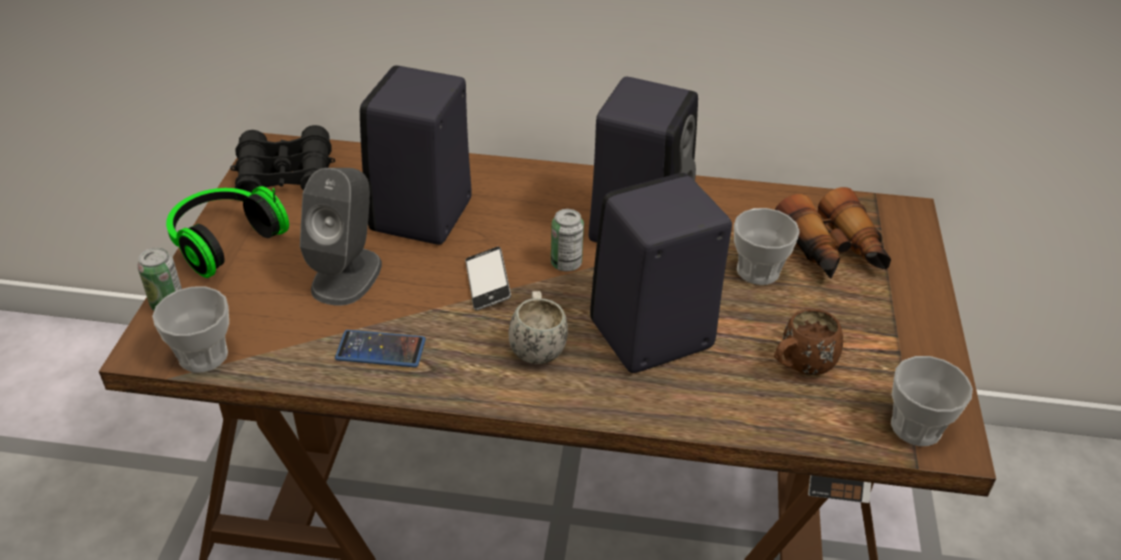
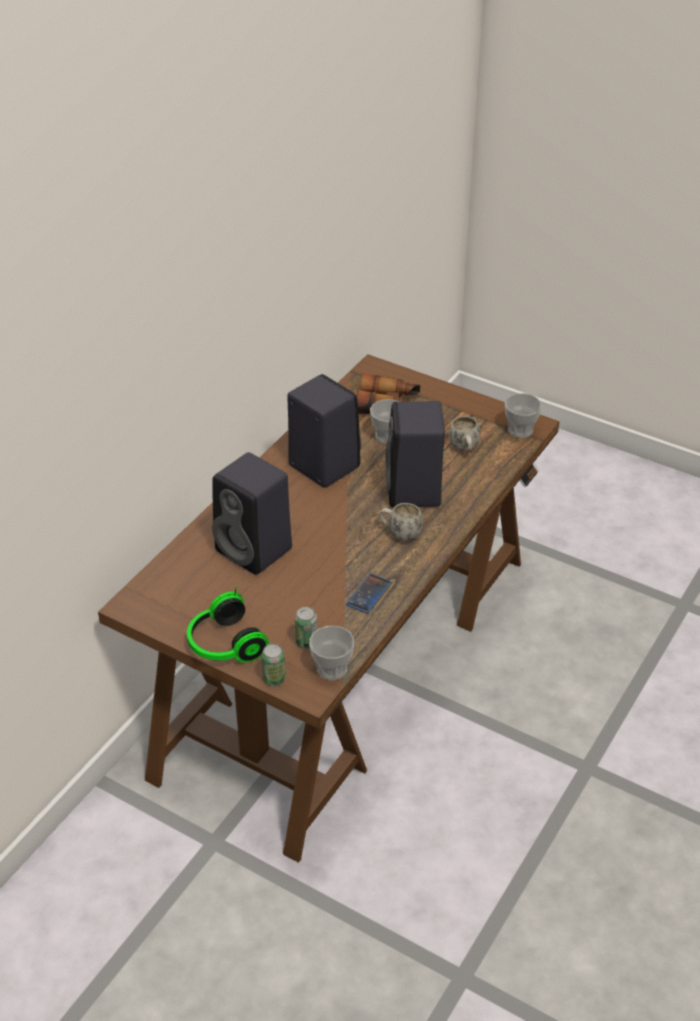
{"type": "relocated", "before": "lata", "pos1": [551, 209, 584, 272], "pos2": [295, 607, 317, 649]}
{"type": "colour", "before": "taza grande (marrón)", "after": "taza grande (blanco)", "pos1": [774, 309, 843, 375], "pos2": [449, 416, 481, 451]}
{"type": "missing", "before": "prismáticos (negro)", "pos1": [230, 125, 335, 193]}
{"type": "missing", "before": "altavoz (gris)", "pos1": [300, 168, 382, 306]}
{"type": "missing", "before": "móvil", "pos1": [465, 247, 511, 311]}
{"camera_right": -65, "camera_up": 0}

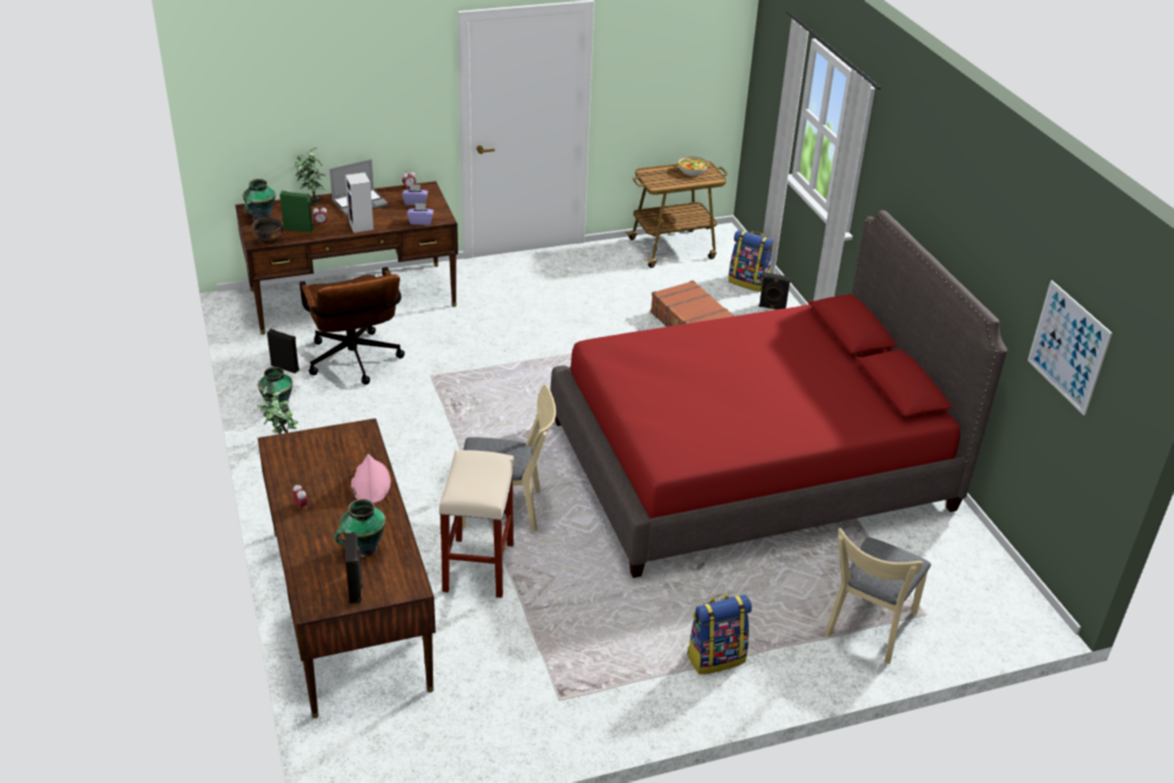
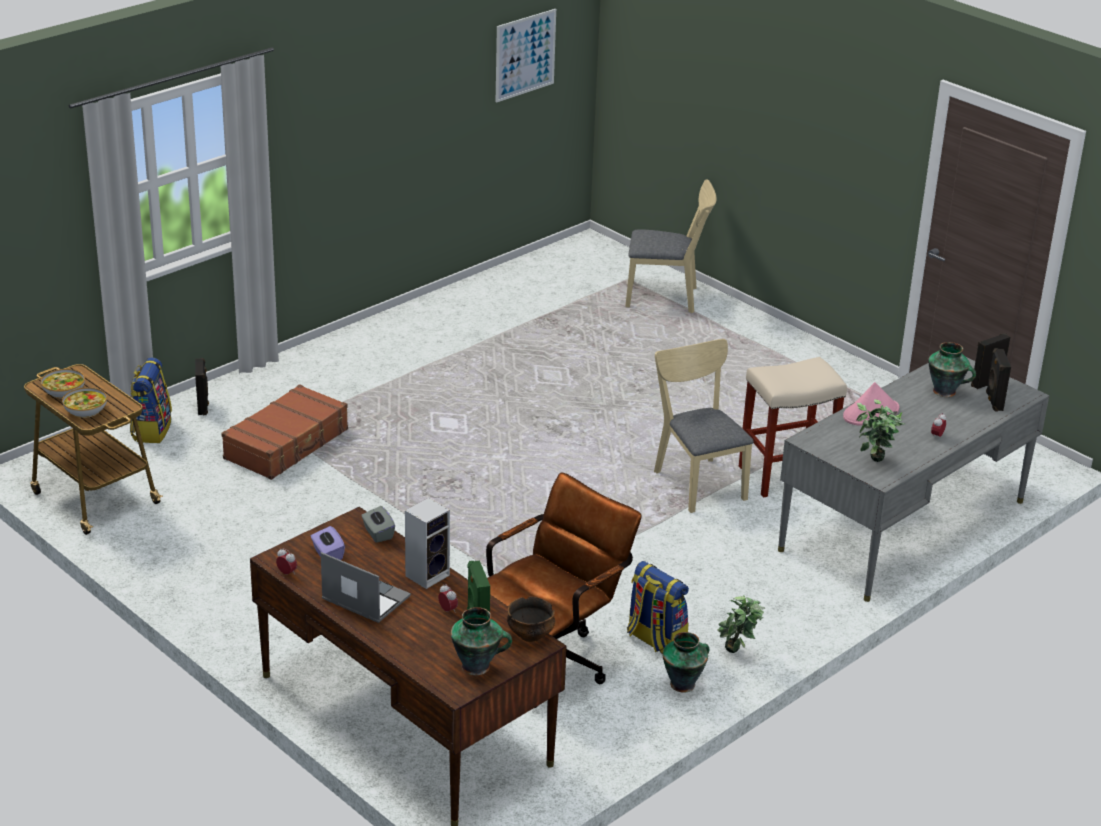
{"type": "appeared", "after": "cuenco", "pos2": [62, 387, 107, 418]}
{"type": "colour", "before": "caja de pañuelos (morado)", "after": "caja de pañuelos (gris)", "pos1": [407, 203, 434, 225], "pos2": [361, 506, 395, 543]}
{"type": "relocated", "before": "mochila", "pos1": [687, 594, 752, 675], "pos2": [627, 561, 689, 654]}
{"type": "colour", "before": "escritorio (marrón)", "after": "escritorio (gris)", "pos1": [258, 418, 436, 718], "pos2": [778, 357, 1049, 602]}
{"type": "relocated", "before": "planta en maceta", "pos1": [293, 147, 326, 204], "pos2": [856, 399, 904, 462]}
{"type": "relocated", "before": "altavoz (negro)", "pos1": [267, 329, 299, 373], "pos2": [986, 348, 1011, 411]}
{"type": "missing", "before": "cama (rojo)", "pos1": [551, 210, 1007, 578]}
{"camera_right": -115, "camera_up": -5}

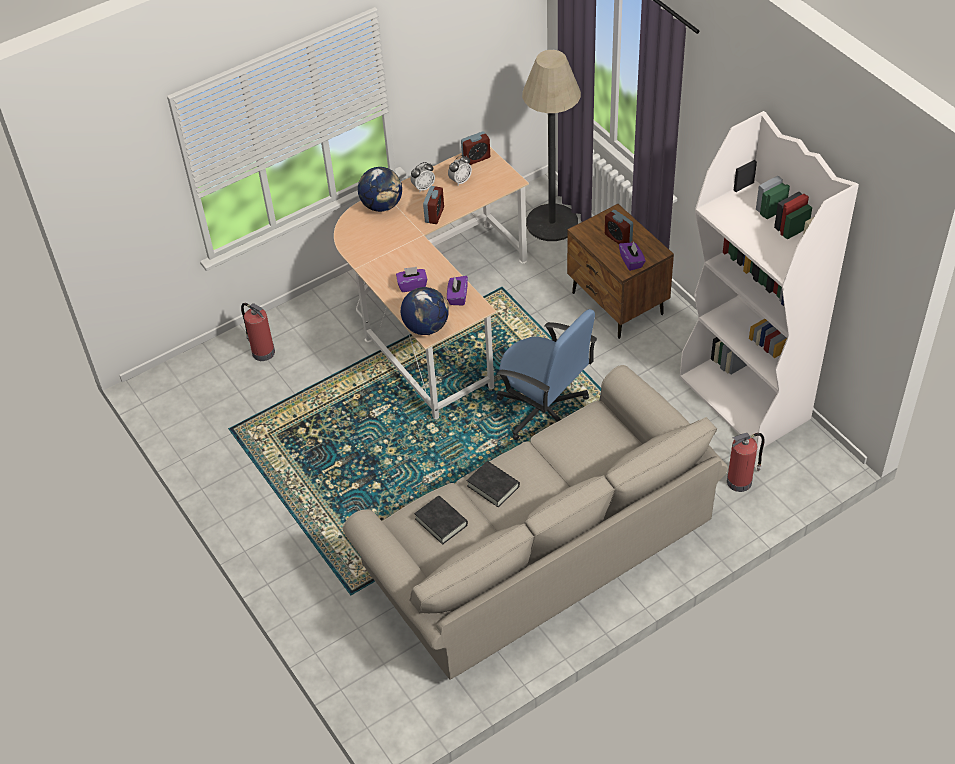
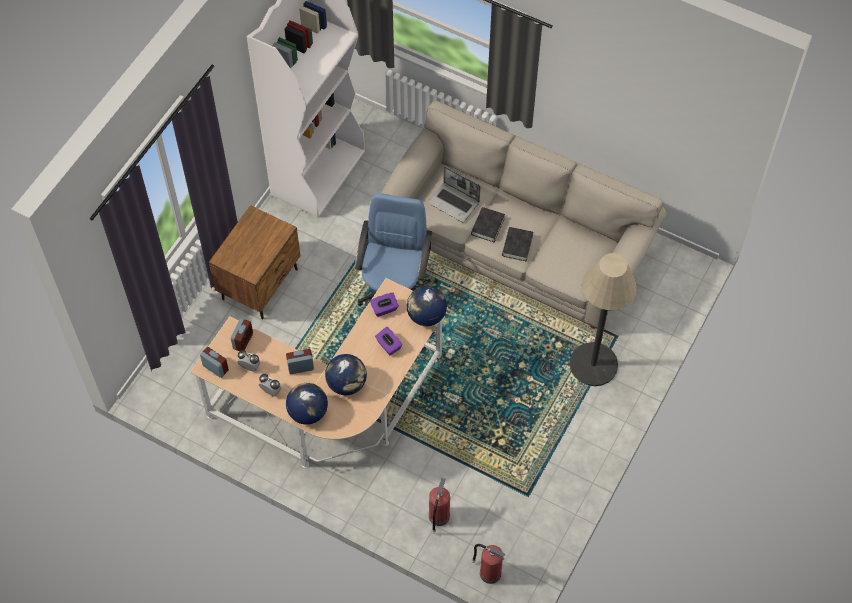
{"type": "relocated", "before": "despertador", "pos1": [605, 210, 633, 244], "pos2": [231, 318, 253, 351]}
{"type": "appeared", "after": "globo terráqueo", "pos2": [325, 354, 367, 395]}
{"type": "appeared", "after": "portátil", "pos2": [428, 166, 480, 222]}
{"type": "relocated", "before": "libro (negro)", "pos1": [414, 496, 468, 545], "pos2": [471, 207, 505, 242]}
{"type": "relocated", "before": "extintor", "pos1": [727, 432, 765, 492], "pos2": [472, 544, 506, 584]}
{"type": "relocated", "before": "lámpara de pie", "pos1": [522, 50, 581, 241], "pos2": [569, 253, 637, 386]}
{"type": "missing", "before": "caja de pañuelos (morado)", "pos1": [619, 242, 646, 271]}
{"camera_right": -120, "camera_up": 10}

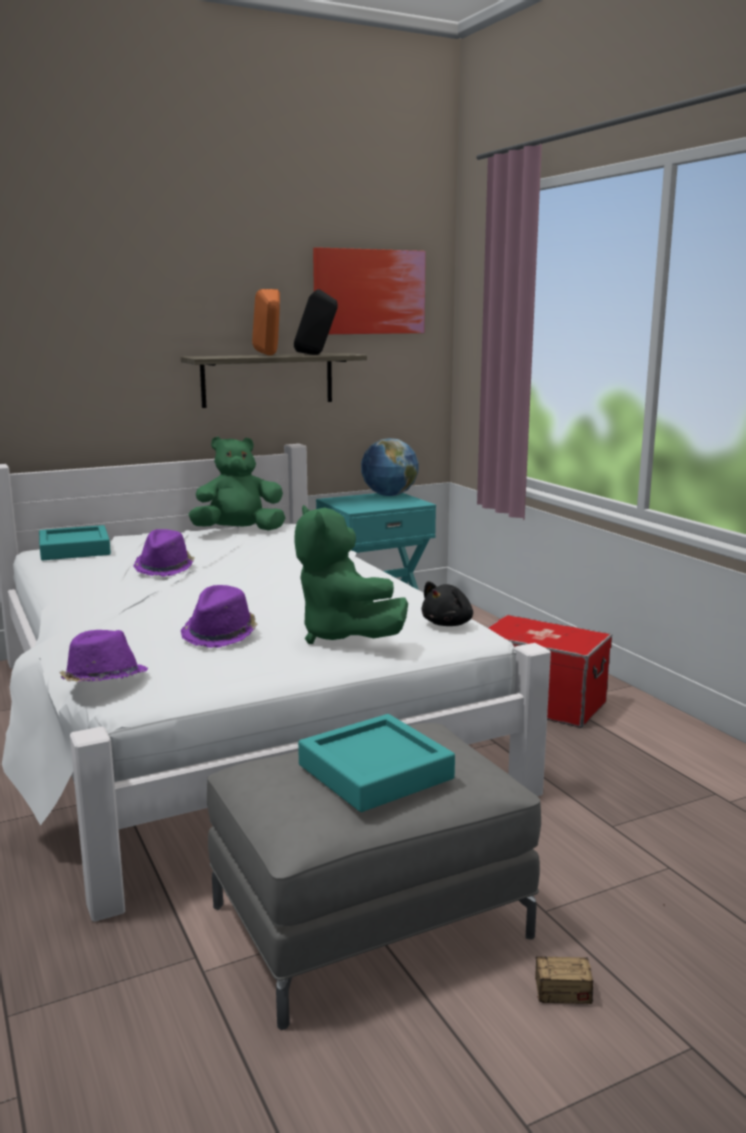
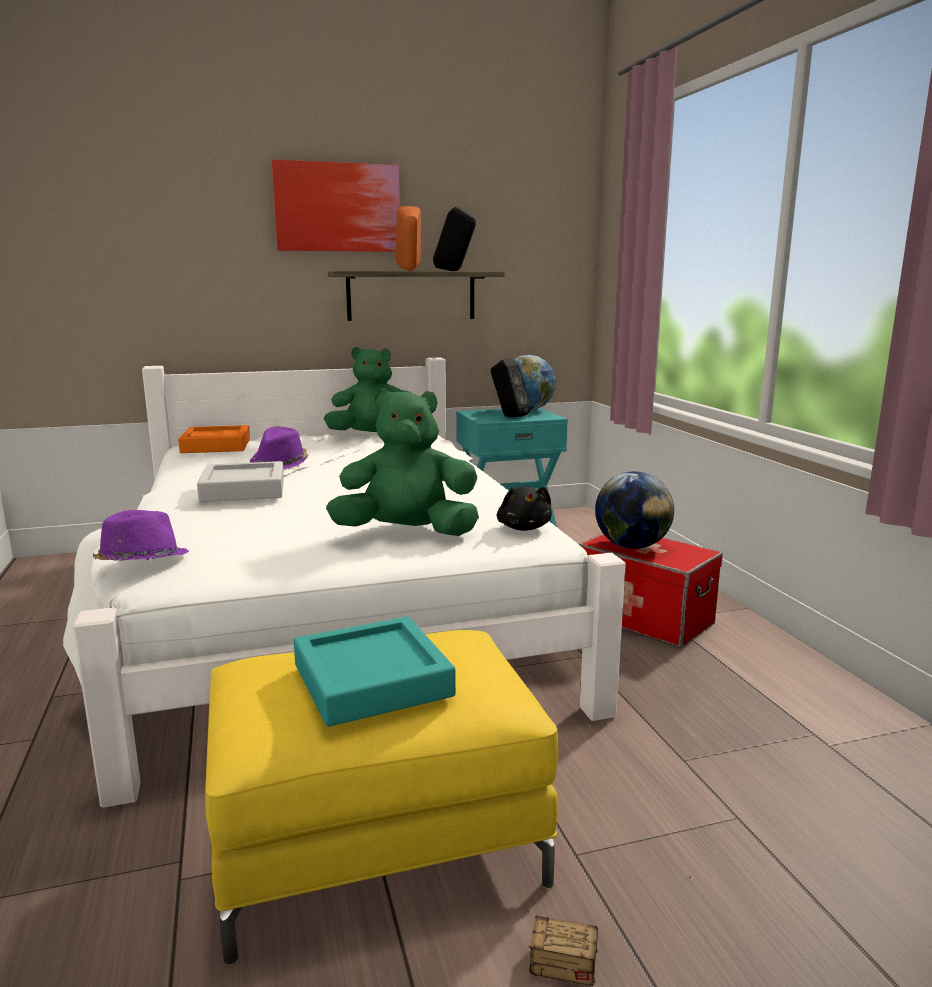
{"type": "colour", "before": "bandeja (turquesa)", "after": "bandeja (naranja)", "pos1": [39, 525, 111, 560], "pos2": [178, 425, 250, 453]}
{"type": "appeared", "after": "bandeja (gris)", "pos2": [197, 461, 284, 502]}
{"type": "colour", "before": "puf (gris)", "after": "puf (amarillo)", "pos1": [207, 723, 541, 1030], "pos2": [205, 630, 559, 965]}
{"type": "relocated", "before": "cuadro", "pos1": [313, 247, 426, 334], "pos2": [271, 159, 400, 252]}
{"type": "spun", "before": "peluche (verde)", "pos1": [294, 505, 408, 644], "pos2": [326, 388, 479, 536], "turn": 105}
{"type": "appeared", "after": "altavoz (negro)", "pos2": [491, 358, 531, 418]}
{"type": "spun", "before": "peluche (negro)", "pos1": [421, 581, 473, 626], "pos2": [497, 486, 552, 531], "turn": -60}
{"type": "appeared", "after": "globo terráqueo", "pos2": [595, 471, 674, 549]}
{"type": "missing", "before": "sombrero (morado)", "pos1": [181, 585, 258, 648]}
{"camera_right": 10, "camera_up": 0}

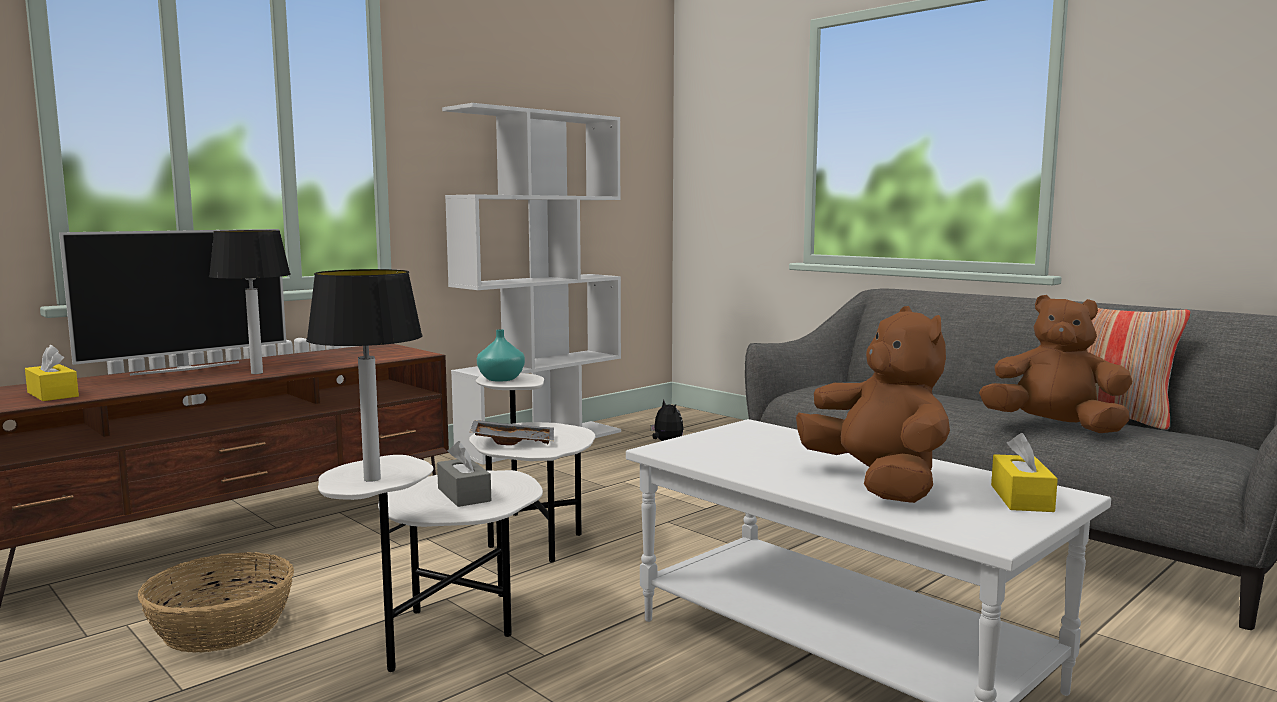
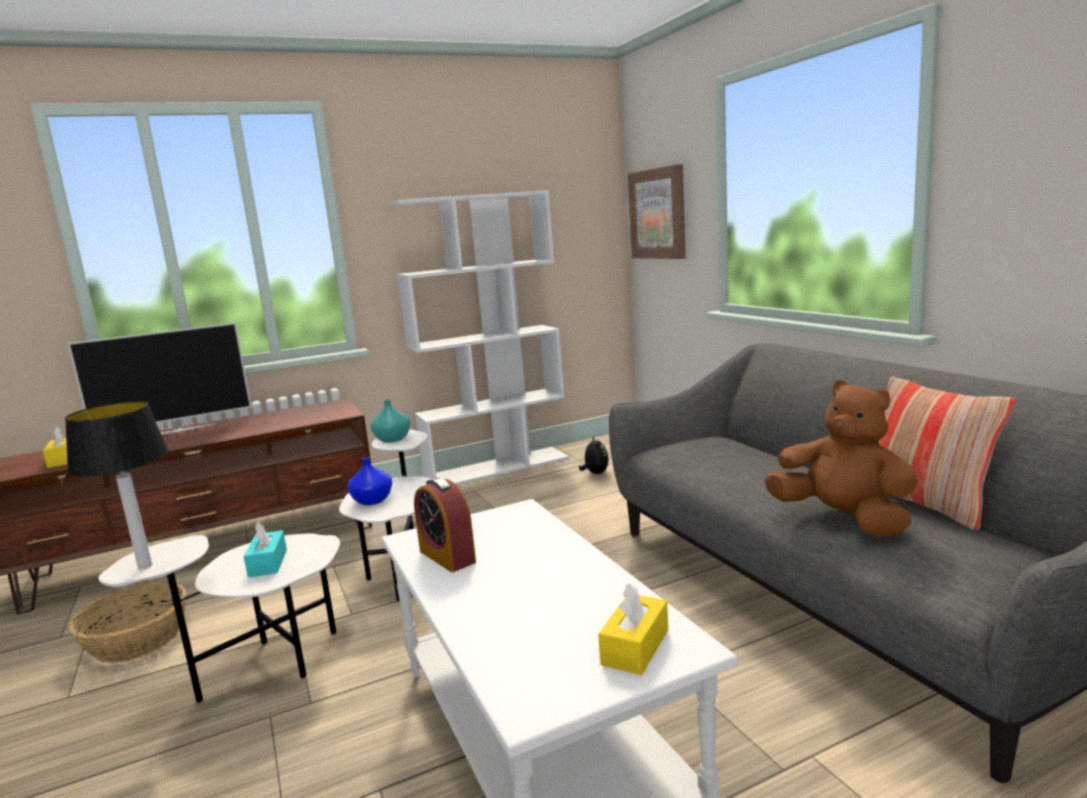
{"type": "colour", "before": "caja de pañuelos (gris)", "after": "caja de pañuelos (turquesa)", "pos1": [437, 441, 491, 507], "pos2": [244, 522, 287, 578]}
{"type": "exchanged", "before": "bandeja (gris)", "after": "florero (azul)", "pos1": [470, 420, 554, 445], "pos2": [347, 457, 392, 505]}
{"type": "appeared", "after": "despertador", "pos2": [414, 477, 476, 572]}
{"type": "appeared", "after": "cuadro", "pos2": [628, 164, 686, 259]}
{"type": "missing", "before": "lámpara de mesa", "pos1": [209, 230, 291, 374]}
{"type": "missing", "before": "peluche (marrón)", "pos1": [796, 306, 950, 503]}
{"camera_right": 20, "camera_up": 5}

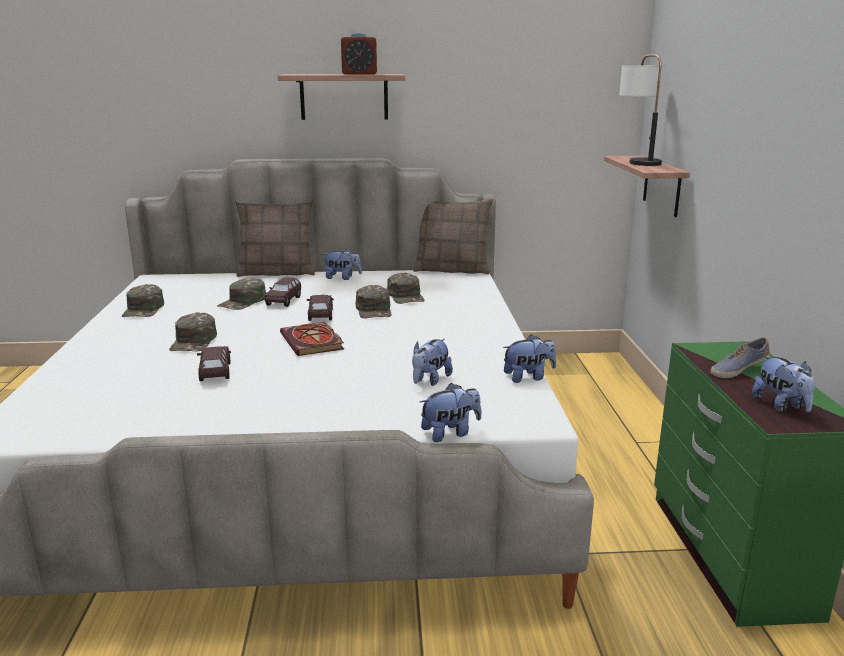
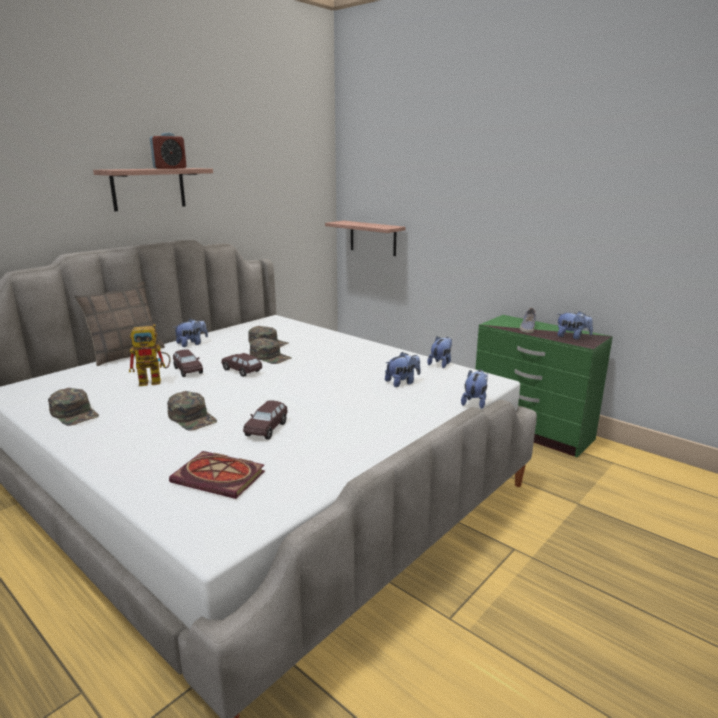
{"type": "exchanged", "before": "gorra (verde)", "after": "robot de juguete", "pos1": [217, 278, 266, 310], "pos2": [129, 324, 171, 386]}
{"type": "relocated", "before": "libro", "pos1": [280, 322, 344, 356], "pos2": [169, 451, 265, 499]}
{"type": "spun", "before": "coche de juguete (marrón)", "pos1": [197, 346, 231, 381], "pos2": [243, 401, 287, 440], "turn": -105}
{"type": "spun", "before": "peluche", "pos1": [412, 339, 453, 386], "pos2": [385, 352, 421, 387], "turn": -105}
{"type": "missing", "before": "cojín", "pos1": [413, 198, 493, 274]}
{"type": "missing", "before": "lámpara de mesa", "pos1": [619, 54, 662, 166]}
{"camera_right": -45, "camera_up": 0}

